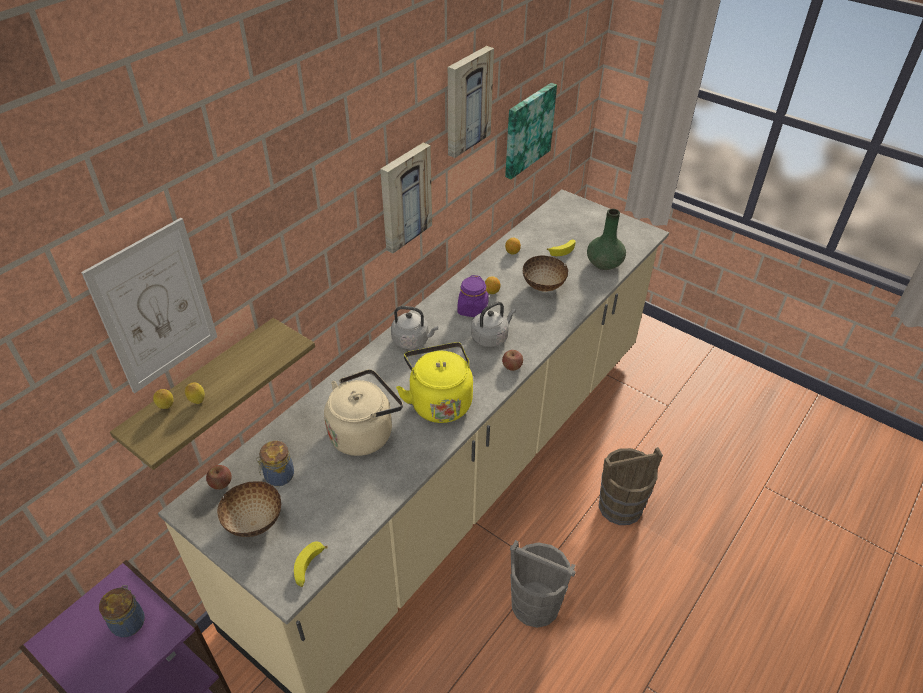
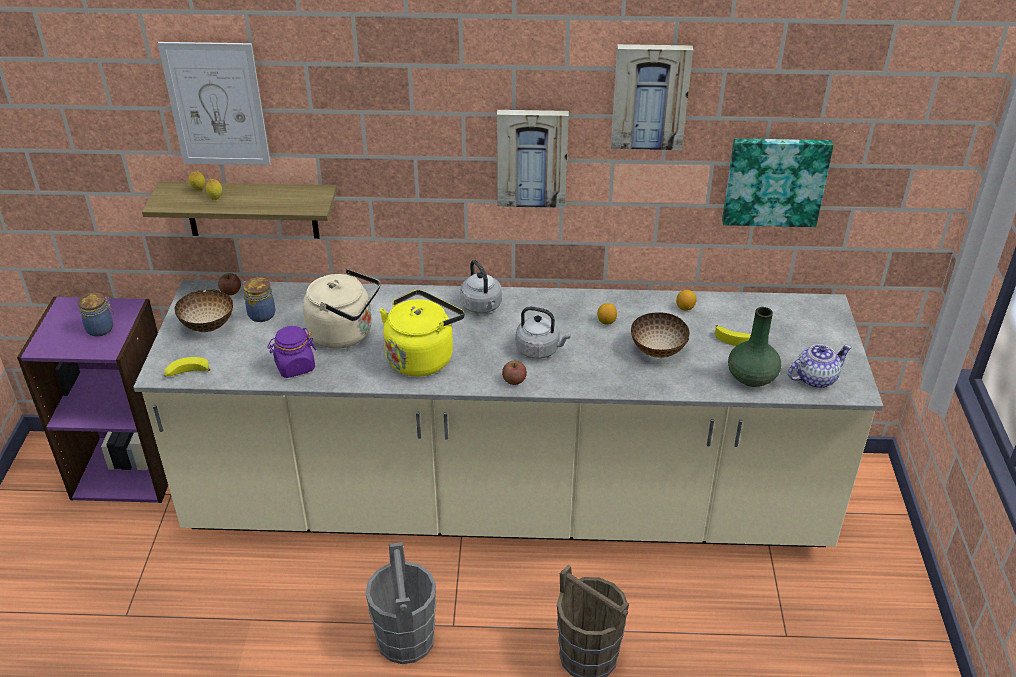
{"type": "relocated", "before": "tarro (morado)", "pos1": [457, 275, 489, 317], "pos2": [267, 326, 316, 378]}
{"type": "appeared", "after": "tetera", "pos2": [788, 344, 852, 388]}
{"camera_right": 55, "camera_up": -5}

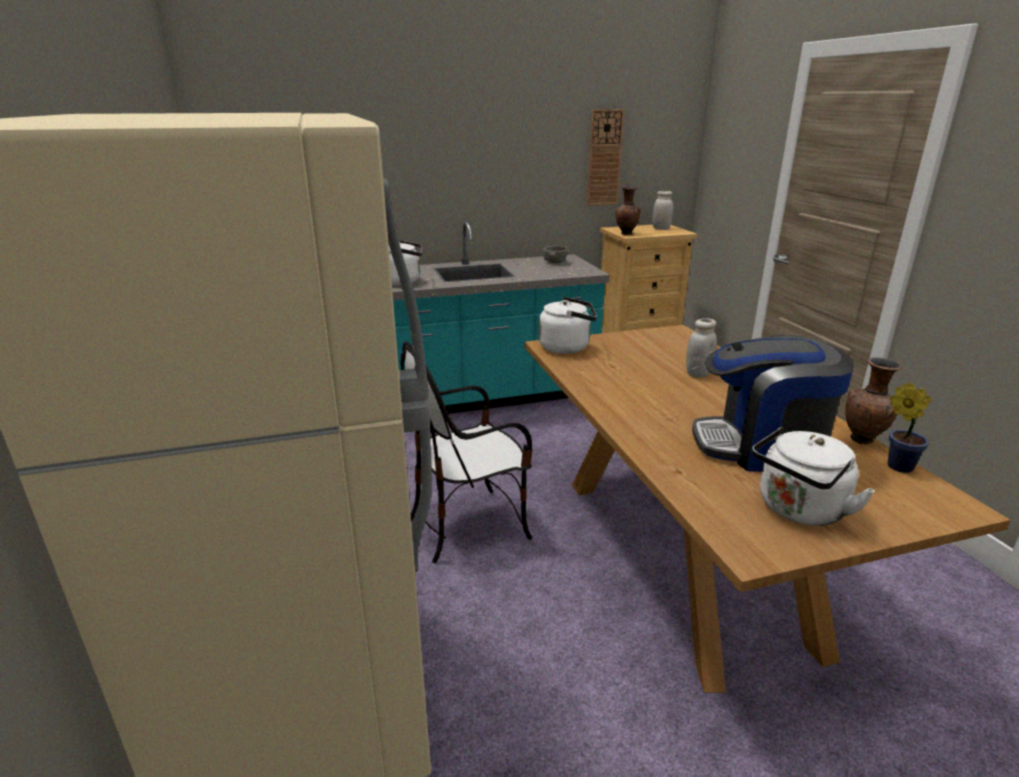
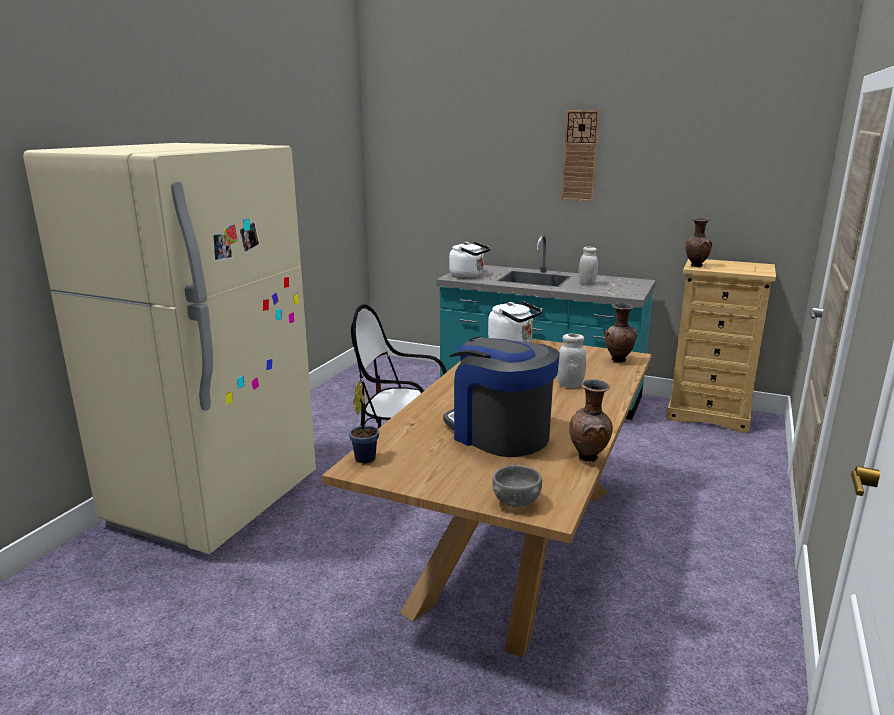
{"type": "relocated", "before": "planta en maceta", "pos1": [887, 382, 931, 473], "pos2": [349, 381, 379, 463]}
{"type": "relocated", "before": "cuenco (gris)", "pos1": [543, 246, 569, 263], "pos2": [492, 465, 542, 508]}
{"type": "relocated", "before": "reloj de pared", "pos1": [587, 109, 625, 206], "pos2": [561, 110, 600, 202]}
{"type": "relocated", "before": "tarro (blanco)", "pos1": [652, 191, 673, 230], "pos2": [579, 247, 598, 285]}
{"type": "appeared", "after": "florero (marrón)", "pos2": [604, 303, 637, 363]}
{"type": "missing", "before": "hervidor (blanco)", "pos1": [752, 427, 875, 526]}
{"camera_right": 40, "camera_up": -5}

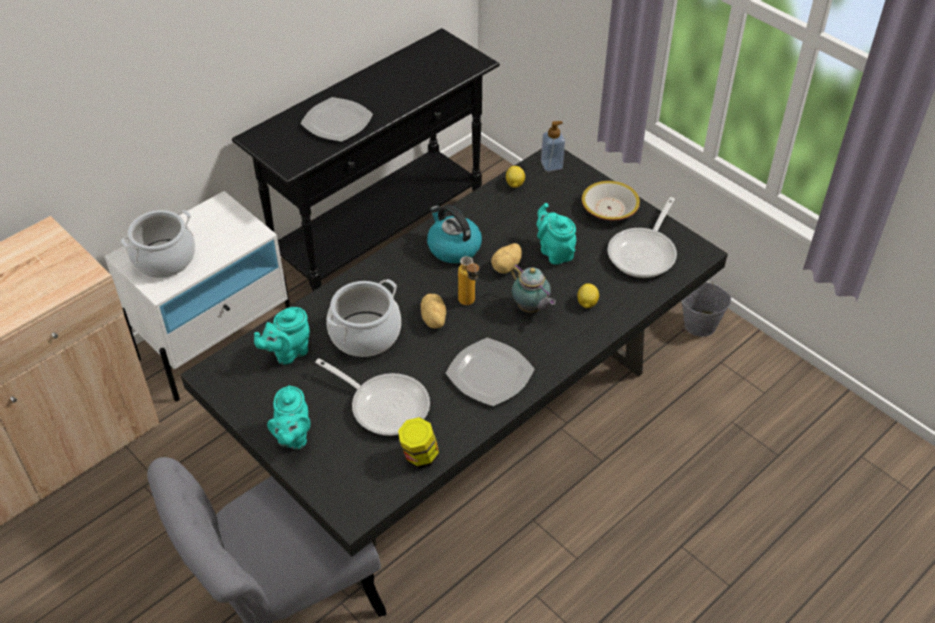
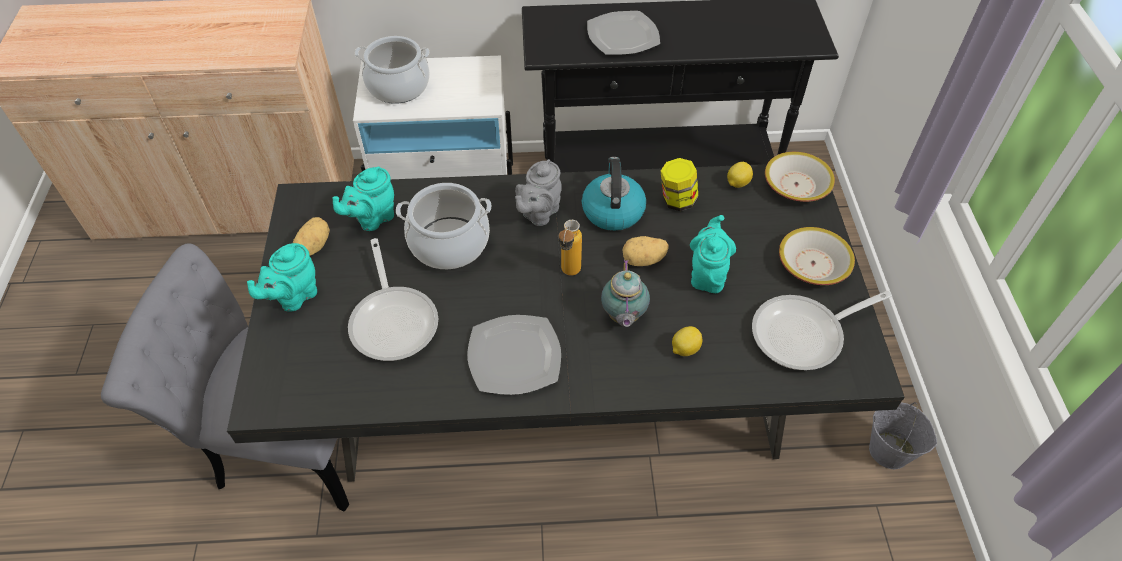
{"type": "relocated", "before": "patata", "pos1": [421, 294, 446, 328], "pos2": [293, 217, 330, 256]}
{"type": "spun", "before": "tetera (turquesa)", "pos1": [254, 307, 310, 365], "pos2": [332, 167, 394, 231], "turn": -45}
{"type": "appeared", "after": "tetera (gris)", "pos2": [515, 159, 562, 226]}
{"type": "relocated", "before": "tarro", "pos1": [398, 417, 439, 468], "pos2": [661, 158, 699, 211]}
{"type": "exchanged", "before": "dispensador de jabón", "after": "cuenco", "pos1": [541, 121, 565, 172], "pos2": [765, 152, 835, 202]}
{"camera_right": 40, "camera_up": 5}

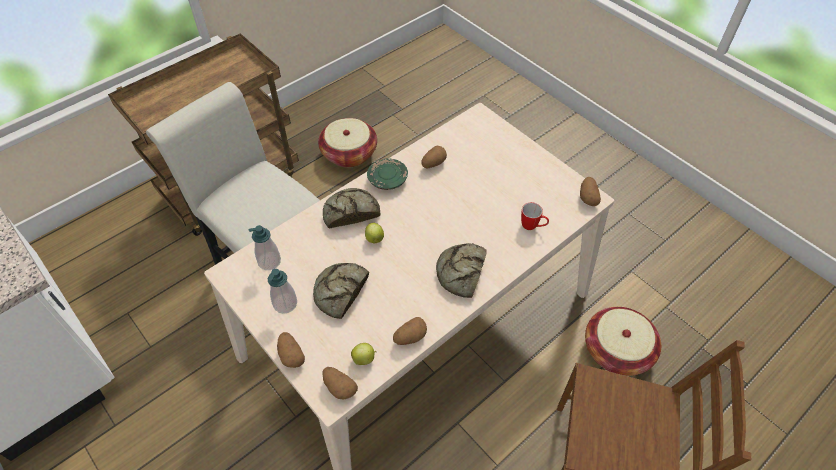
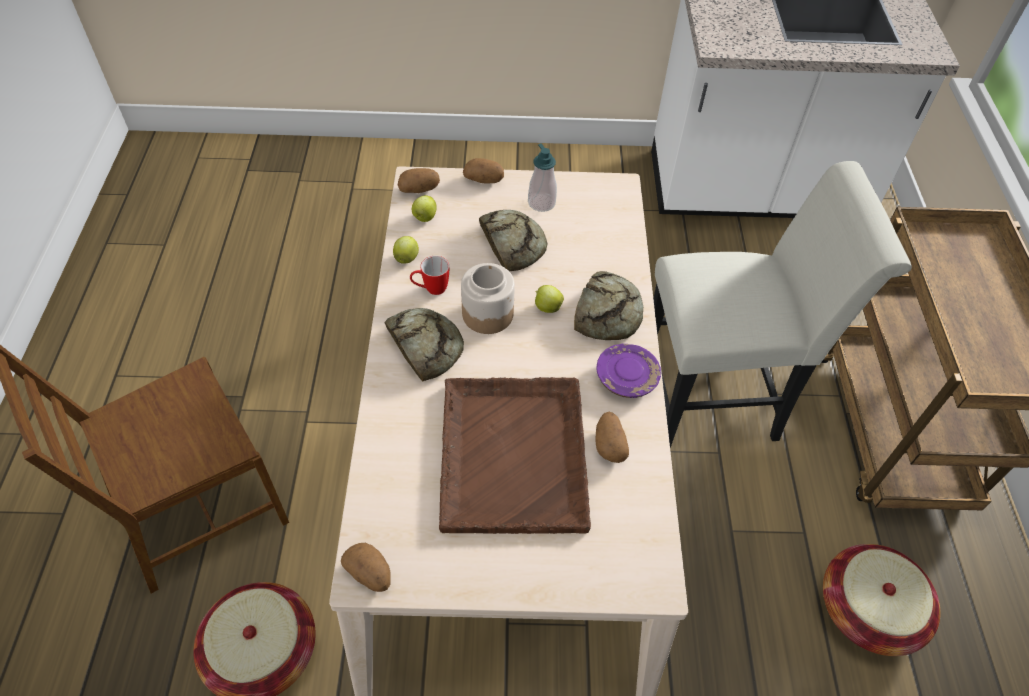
{"type": "exchanged", "before": "patata", "after": "manzana", "pos1": [393, 317, 427, 345], "pos2": [393, 236, 419, 264]}
{"type": "relocated", "before": "taza grande", "pos1": [521, 202, 549, 230], "pos2": [410, 256, 449, 295]}
{"type": "appeared", "after": "bandeja (marrón)", "pos2": [439, 377, 591, 534]}
{"type": "appeared", "after": "tarro", "pos2": [461, 263, 515, 334]}
{"type": "colour", "before": "plato (verde)", "after": "plato (morado)", "pos1": [367, 159, 408, 190], "pos2": [597, 344, 661, 398]}
{"type": "missing", "before": "dispensador de jabón", "pos1": [249, 225, 281, 270]}
{"camera_right": 130, "camera_up": 0}

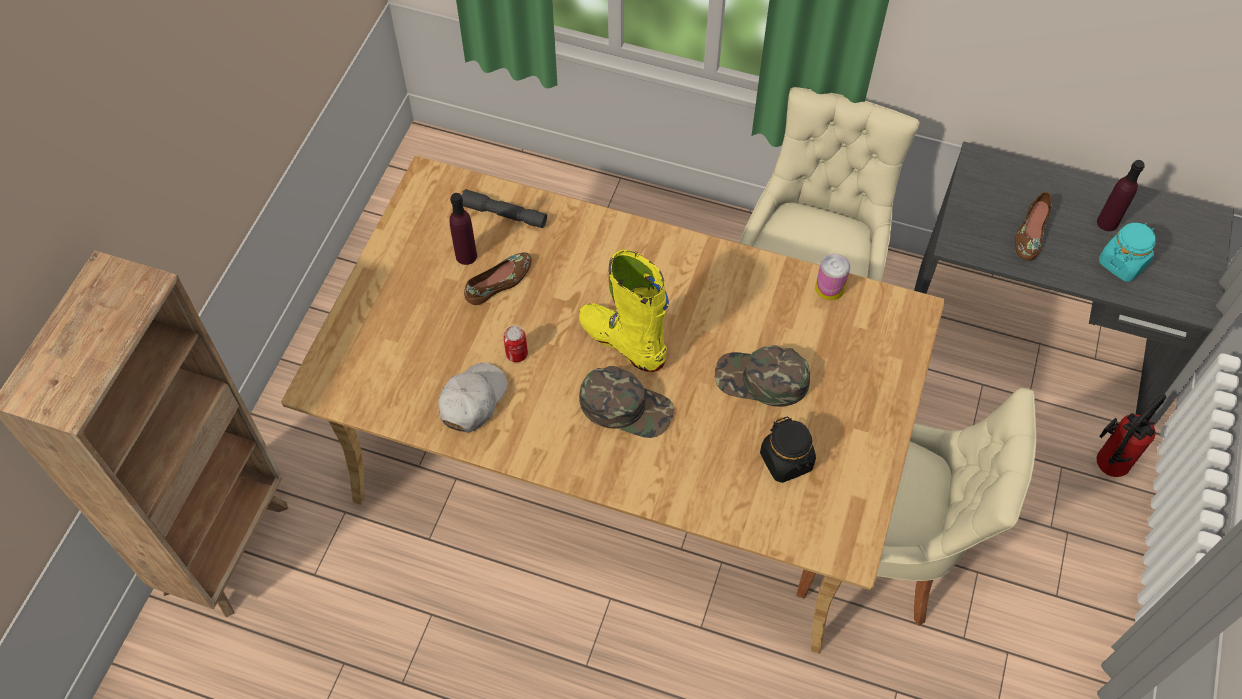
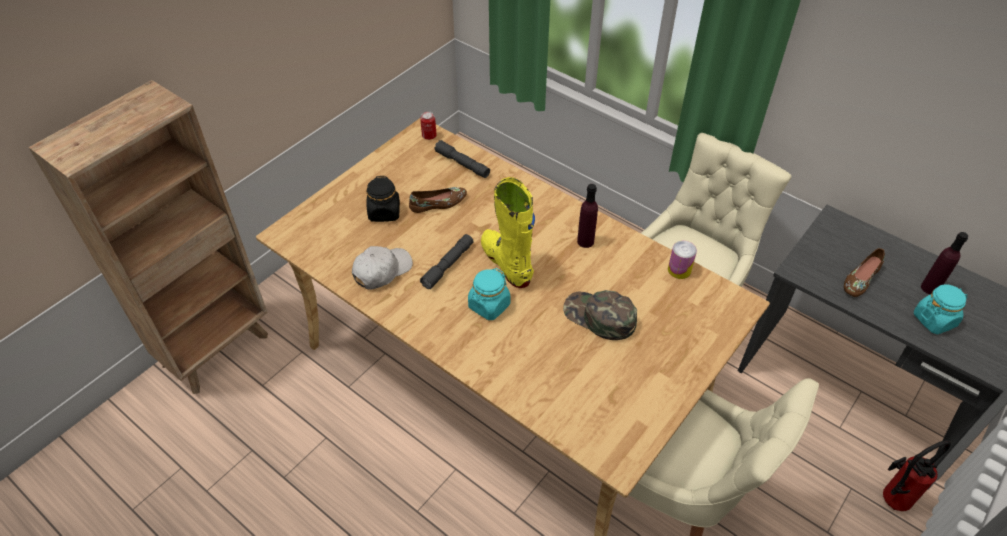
{"type": "relocated", "before": "tarro (negro)", "pos1": [760, 416, 816, 483], "pos2": [366, 176, 400, 222]}
{"type": "relocated", "before": "lata", "pos1": [503, 325, 528, 362], "pos2": [420, 111, 437, 140]}
{"type": "appeared", "after": "linterna (gris)", "pos2": [420, 234, 474, 289]}
{"type": "exchanged", "before": "gorra (verde)", "after": "tarro (turquesa)", "pos1": [579, 366, 674, 438], "pos2": [468, 268, 510, 320]}
{"type": "relocated", "before": "botella (morado)", "pos1": [449, 193, 477, 265], "pos2": [577, 184, 598, 248]}
{"camera_right": 20, "camera_up": -10}

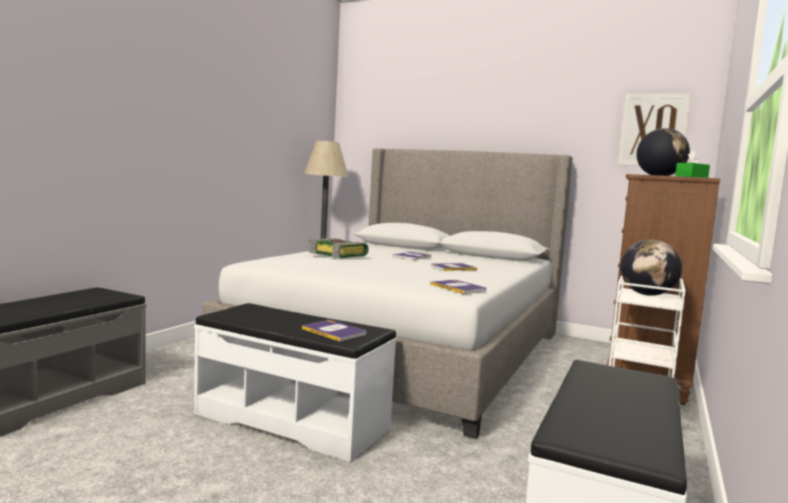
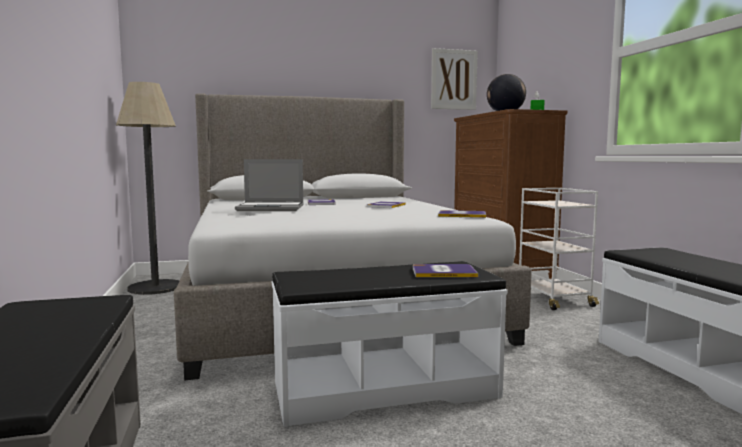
{"type": "exchanged", "before": "libro", "after": "portátil", "pos1": [309, 238, 369, 258], "pos2": [235, 159, 303, 211]}
{"type": "missing", "before": "globo terráqueo", "pos1": [620, 239, 682, 296]}
{"camera_right": -40, "camera_up": 0}

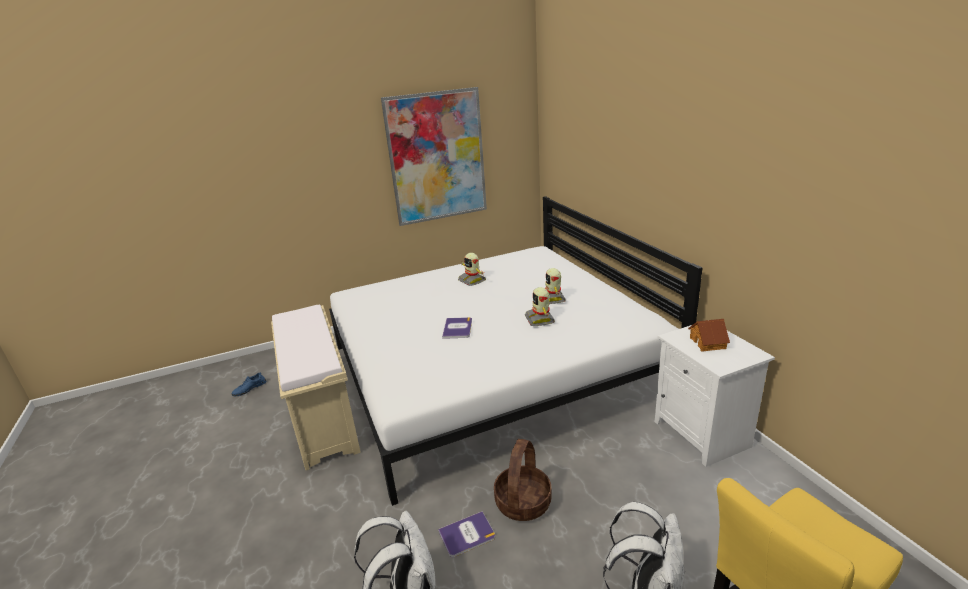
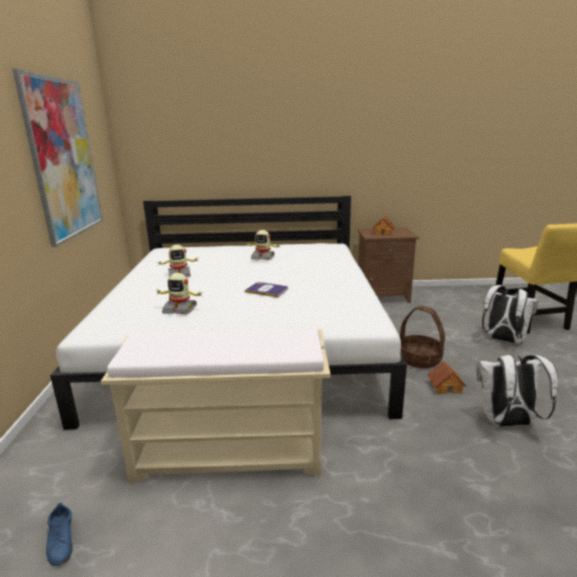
{"type": "relocated", "before": "robot de juguete", "pos1": [525, 287, 555, 326], "pos2": [155, 273, 202, 315]}
{"type": "colour", "before": "mesita de noche (blanco)", "after": "mesita de noche (marrón)", "pos1": [655, 325, 775, 467], "pos2": [358, 228, 419, 303]}
{"type": "exchanged", "before": "libro", "after": "casita", "pos1": [438, 512, 495, 557], "pos2": [427, 361, 466, 394]}
{"camera_right": -70, "camera_up": -5}

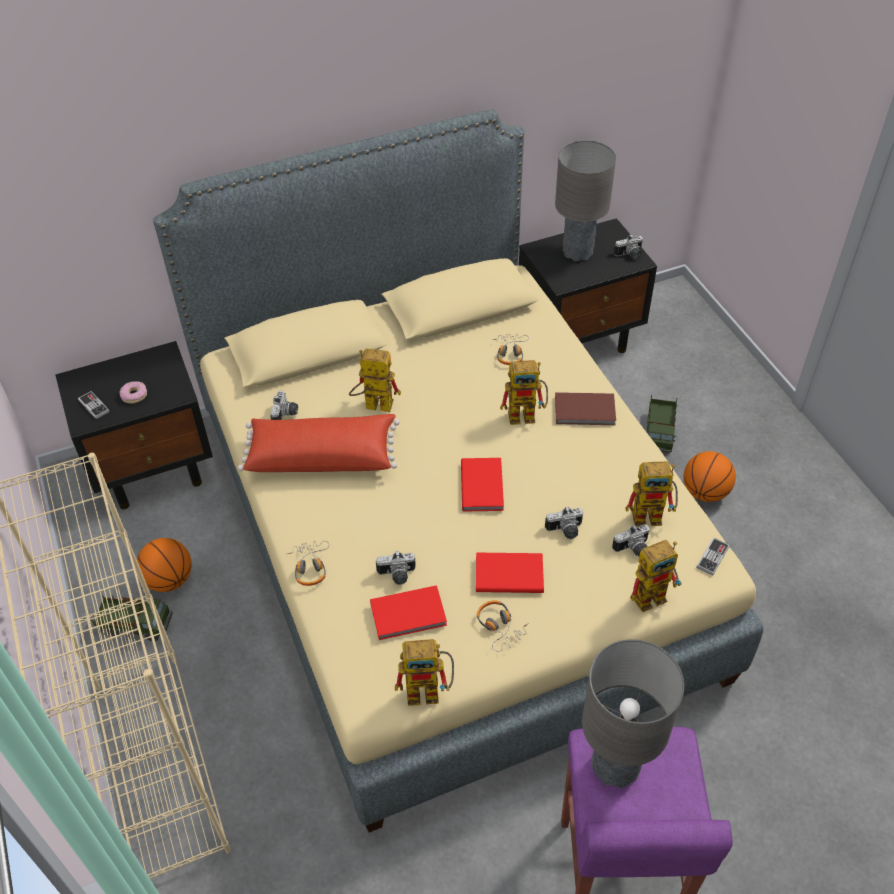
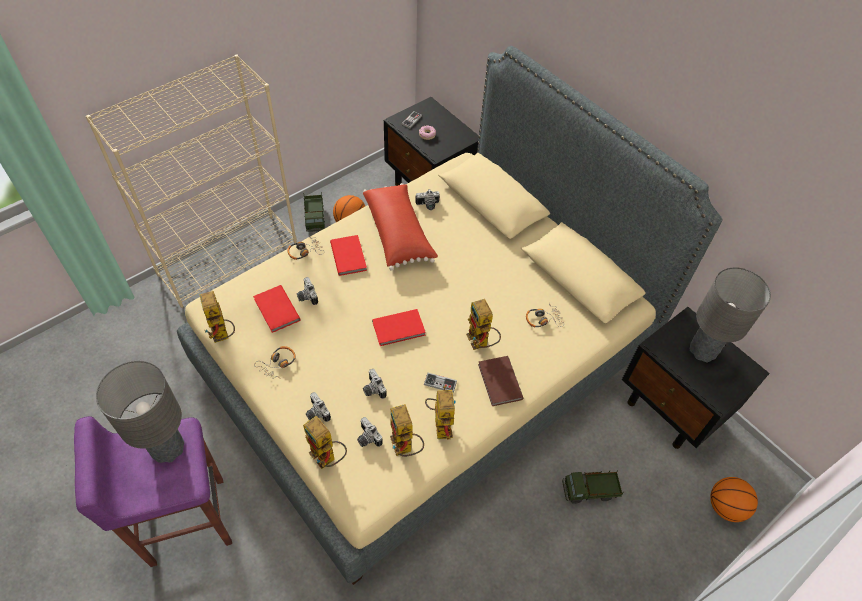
{"type": "relocated", "before": "cámara", "pos1": [614, 234, 643, 259], "pos2": [306, 392, 331, 422]}
{"type": "relocated", "before": "libro (rojo)", "pos1": [476, 553, 544, 593], "pos2": [330, 235, 367, 276]}
{"type": "relocated", "before": "mando de consola", "pos1": [696, 537, 730, 576], "pos2": [424, 373, 457, 393]}
{"type": "relocated", "before": "robot de juguete", "pos1": [349, 348, 401, 412], "pos2": [425, 385, 456, 440]}
{"type": "relocated", "before": "balón de baloncesto", "pos1": [684, 451, 736, 502], "pos2": [710, 477, 758, 522]}
{"camera_right": 70, "camera_up": 5}

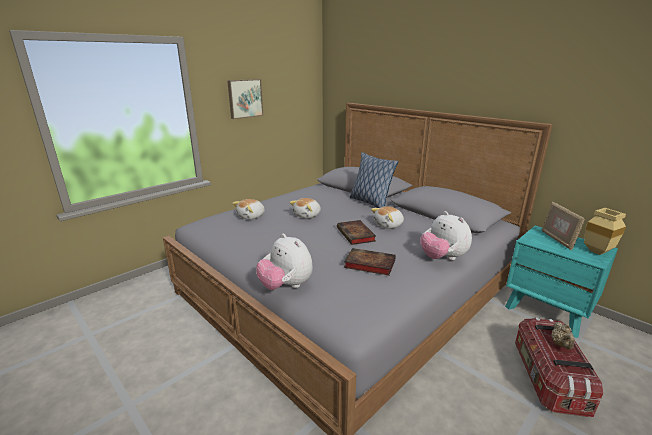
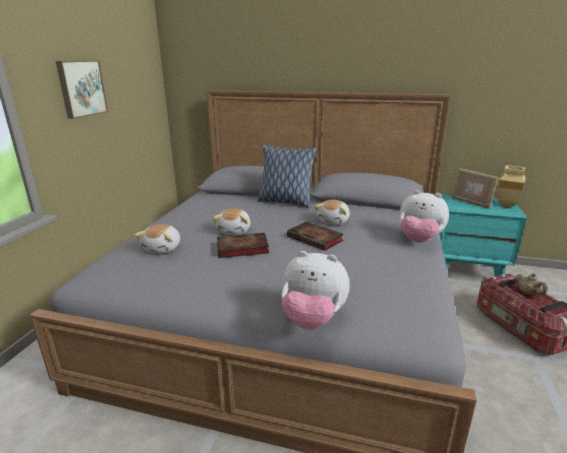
{"type": "relocated", "before": "libro", "pos1": [344, 248, 396, 276], "pos2": [217, 233, 269, 258]}
{"camera_right": -30, "camera_up": 0}

